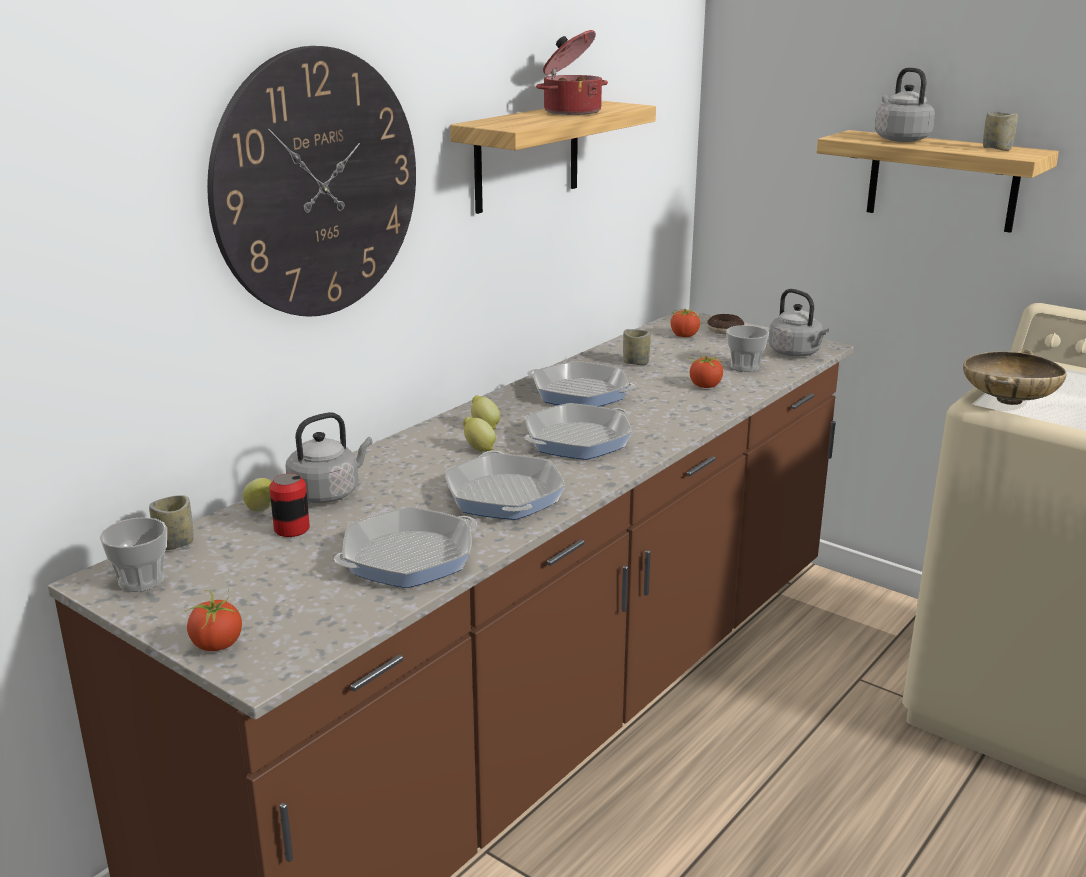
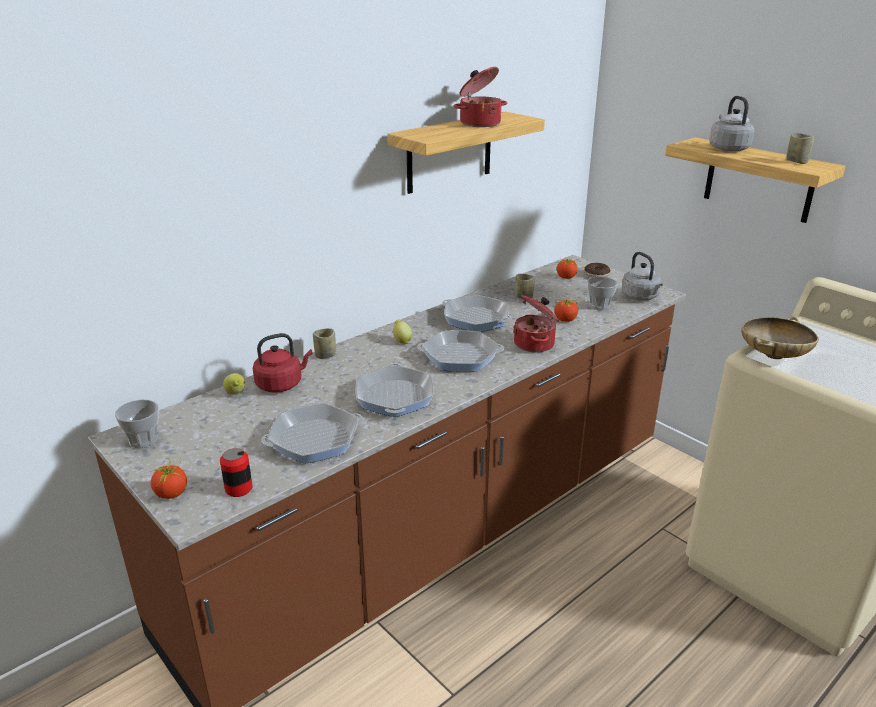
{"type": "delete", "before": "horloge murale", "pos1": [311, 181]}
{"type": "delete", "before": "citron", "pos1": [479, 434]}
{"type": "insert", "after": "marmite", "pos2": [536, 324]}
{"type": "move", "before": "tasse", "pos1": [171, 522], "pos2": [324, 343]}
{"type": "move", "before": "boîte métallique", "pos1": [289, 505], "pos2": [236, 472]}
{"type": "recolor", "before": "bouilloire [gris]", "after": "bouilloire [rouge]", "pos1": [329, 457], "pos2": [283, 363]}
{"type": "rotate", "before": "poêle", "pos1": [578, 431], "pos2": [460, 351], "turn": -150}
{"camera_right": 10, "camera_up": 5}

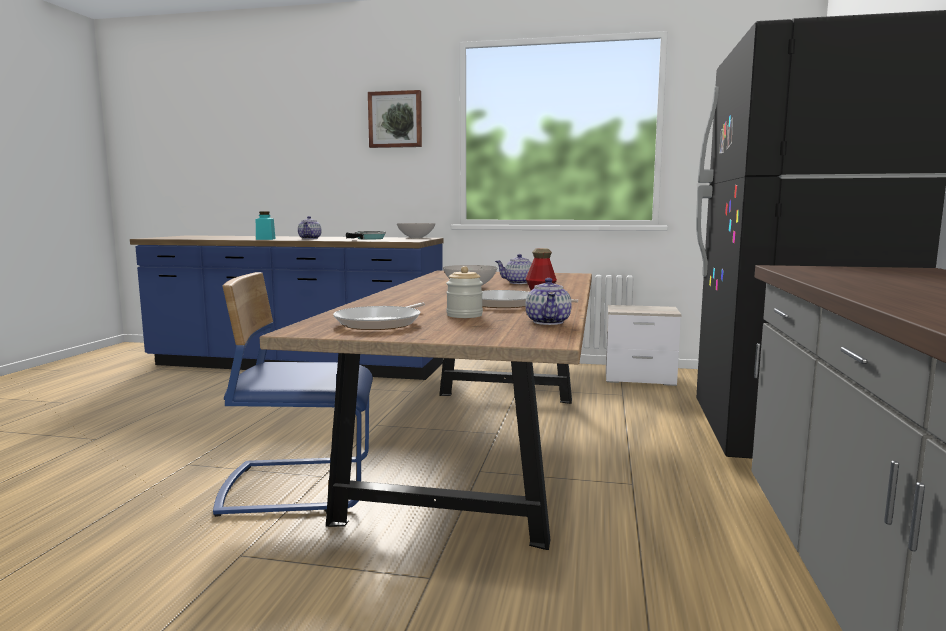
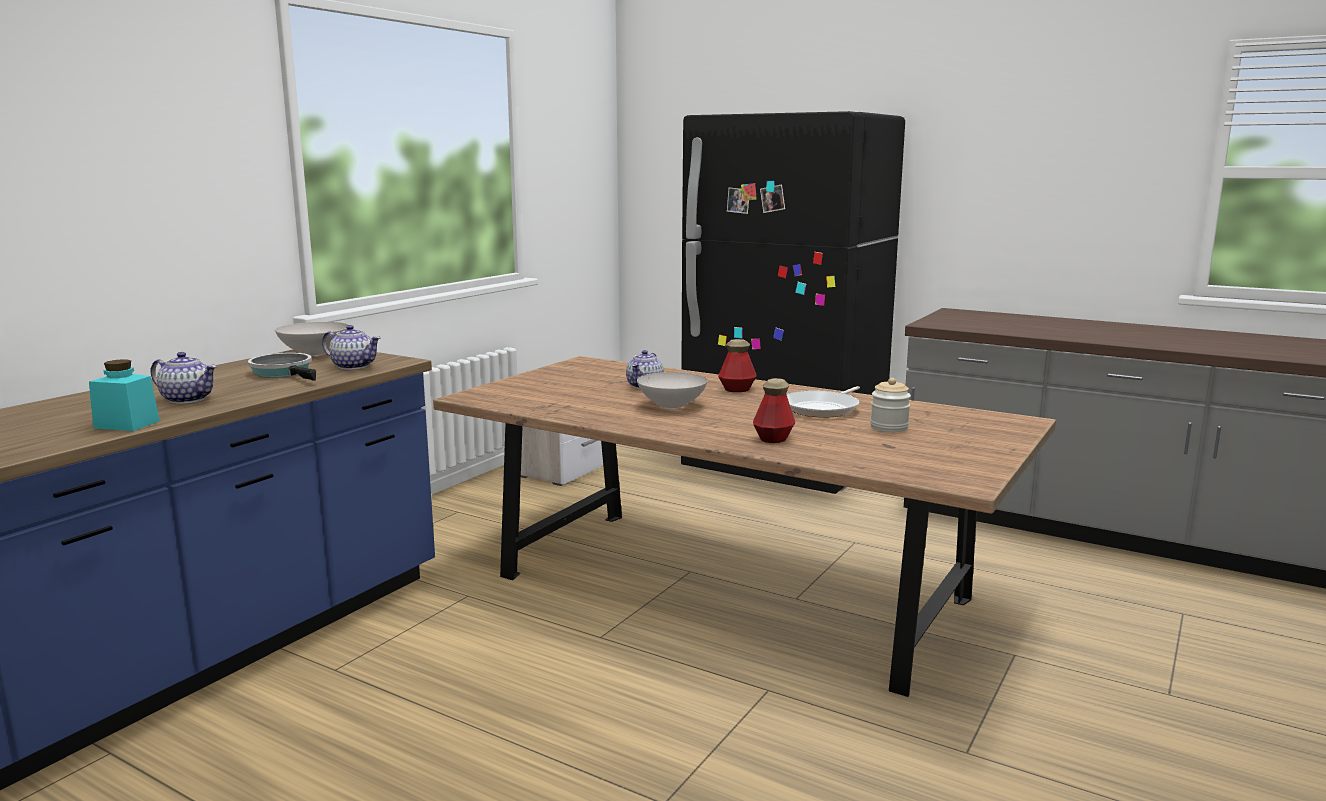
{"type": "delete", "before": "chaise [bleu]", "pos1": [293, 394]}
{"type": "delete", "before": "poêle", "pos1": [379, 316]}
{"type": "delete", "before": "tableau", "pos1": [395, 119]}
{"type": "insert", "after": "bouteille", "pos2": [774, 410]}
{"type": "move", "before": "théière", "pos1": [548, 301], "pos2": [351, 347]}
{"camera_right": -70, "camera_up": 5}

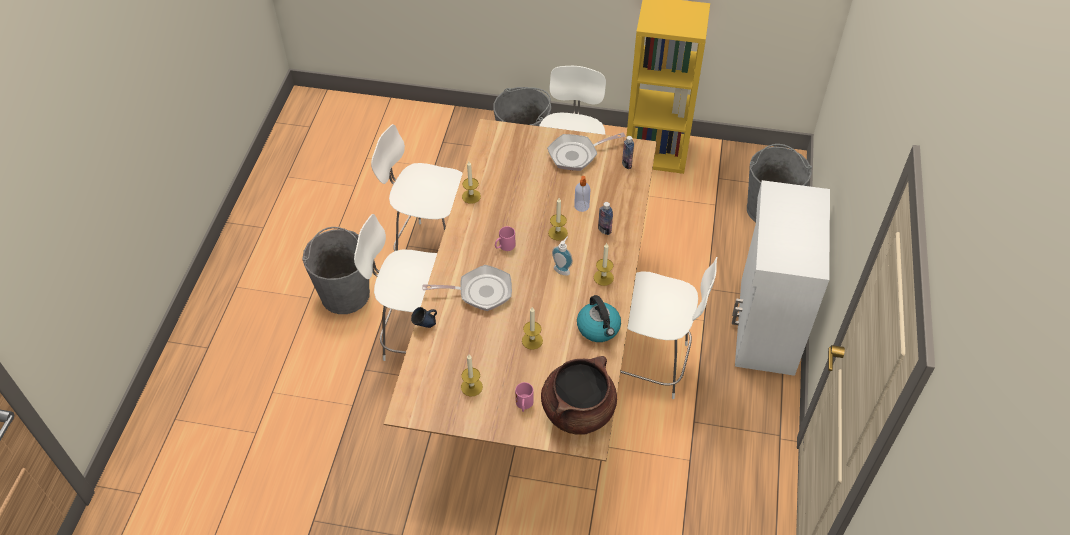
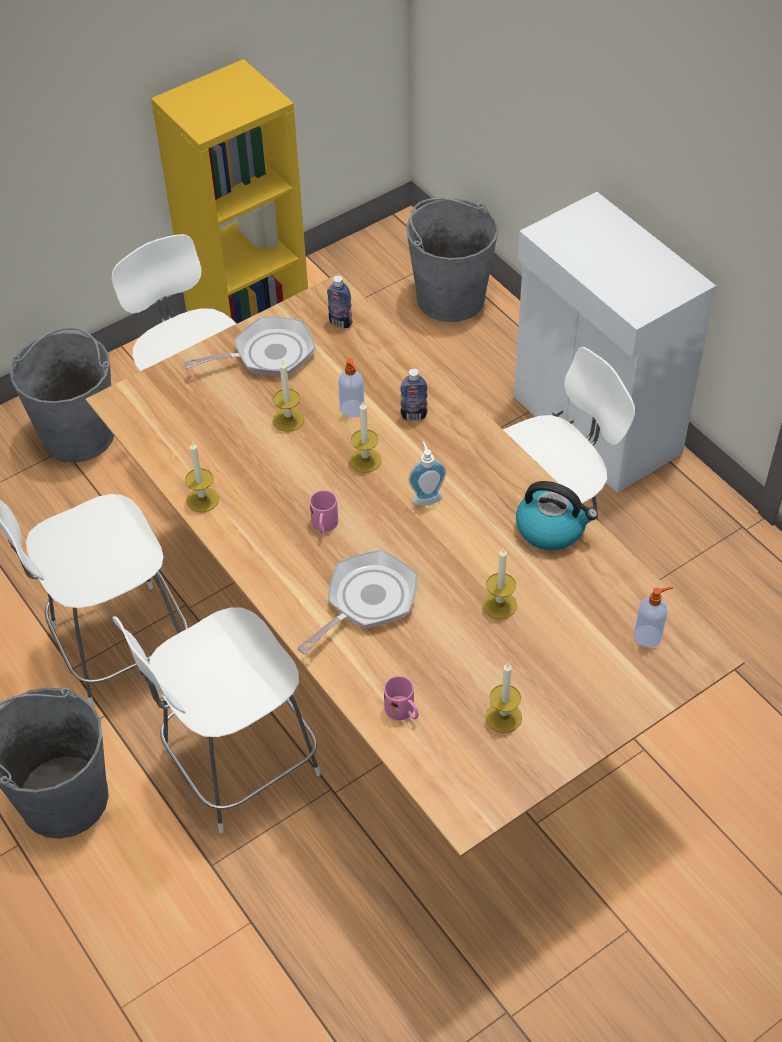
{"type": "delete", "before": "mug [bleu]", "pos1": [424, 317]}
{"type": "move", "before": "mug [rose]", "pos1": [524, 397], "pos2": [401, 698]}
{"type": "move", "before": "bougie", "pos1": [604, 264], "pos2": [288, 396]}
{"type": "replace", "before": "marmite [marron]", "after": "distributeur de savon", "pos1": [579, 395], "pos2": [653, 617]}
{"type": "rotate", "before": "poêle", "pos1": [586, 151], "pos2": [250, 346], "turn": -135}
{"camera_right": -45, "camera_up": 0}

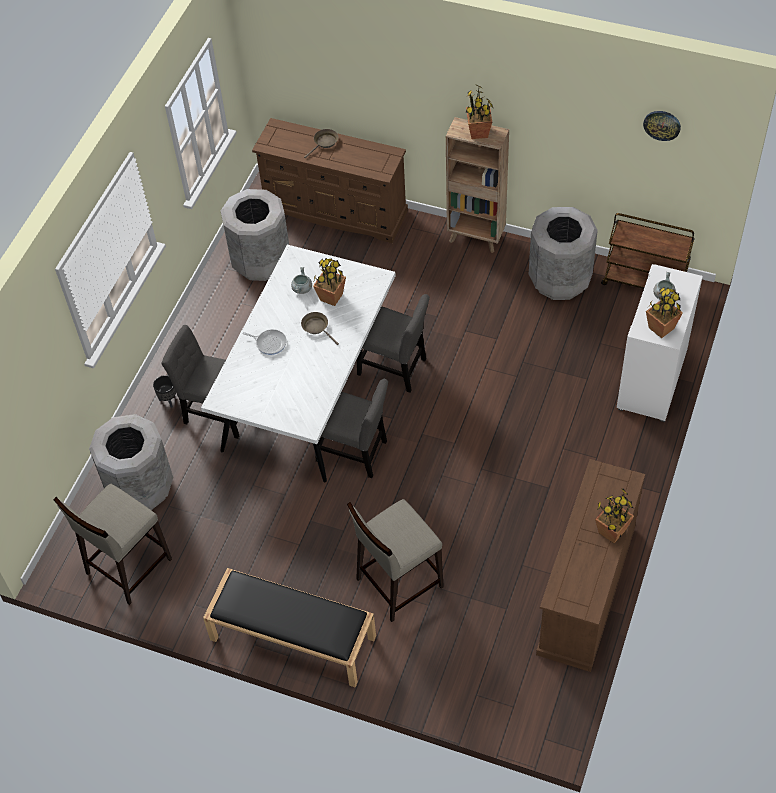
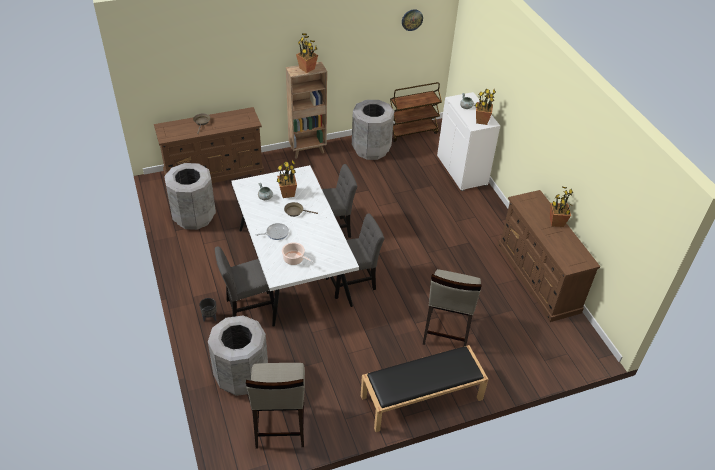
{"type": "insert", "after": "marmite", "pos2": [297, 253]}
{"camera_right": -45, "camera_up": -10}

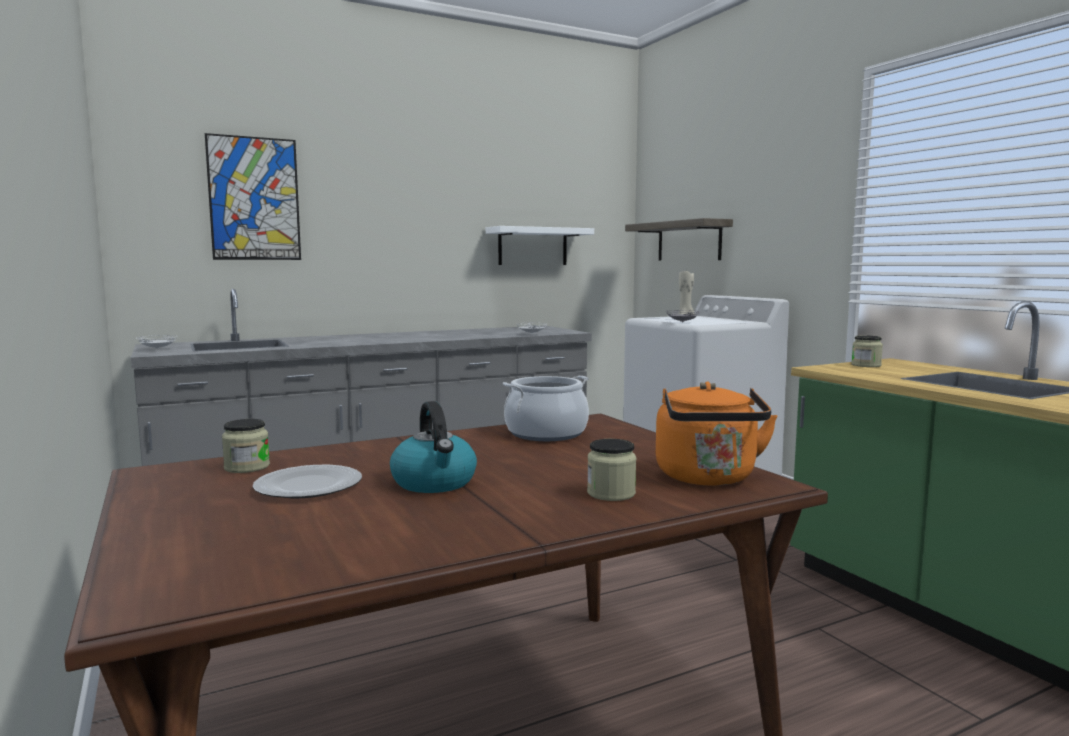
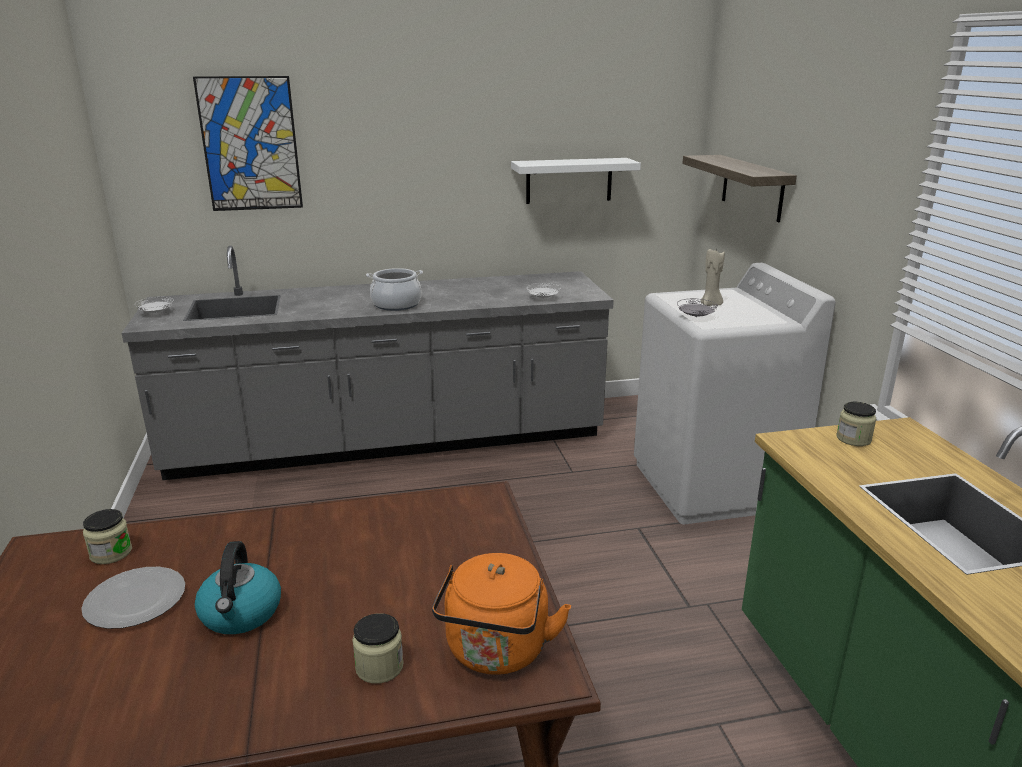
{"type": "move", "before": "marmite", "pos1": [546, 408], "pos2": [394, 289]}
{"camera_right": 15, "camera_up": 15}

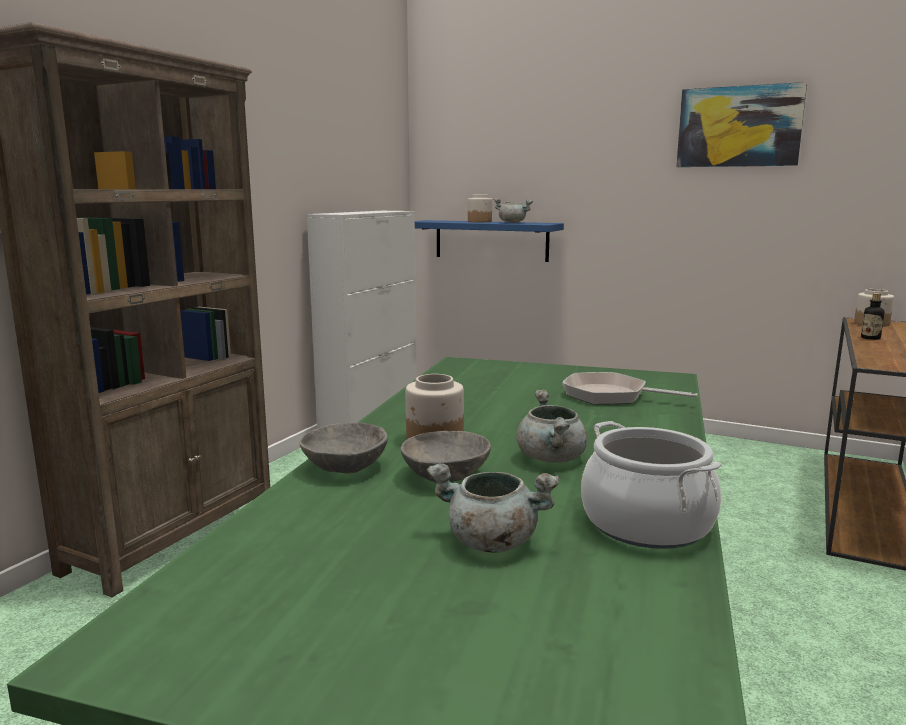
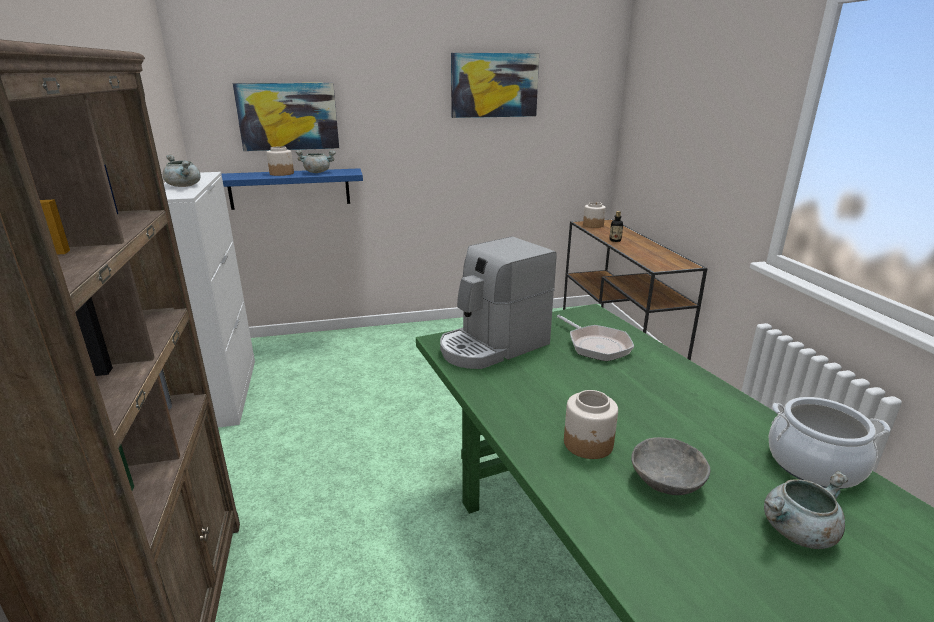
{"type": "delete", "before": "bol [gris]", "pos1": [343, 448]}
{"type": "insert", "after": "tableau", "pos2": [285, 117]}
{"type": "insert", "after": "machine à café", "pos2": [498, 303]}
{"type": "move", "before": "marmite [gris]", "pos1": [552, 426], "pos2": [181, 171]}
{"type": "rotate", "before": "poêle", "pos1": [630, 388], "pos2": [595, 338], "turn": -105}
{"camera_right": -40, "camera_up": 10}

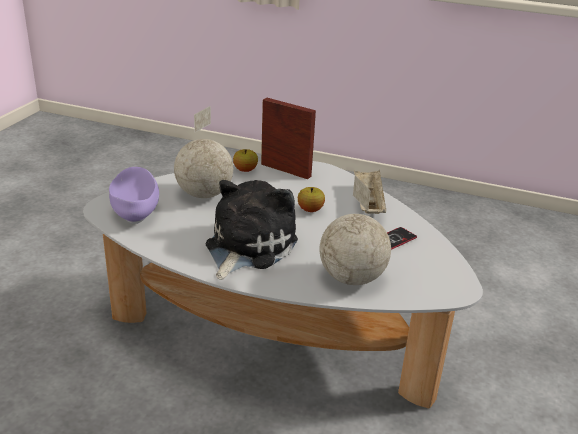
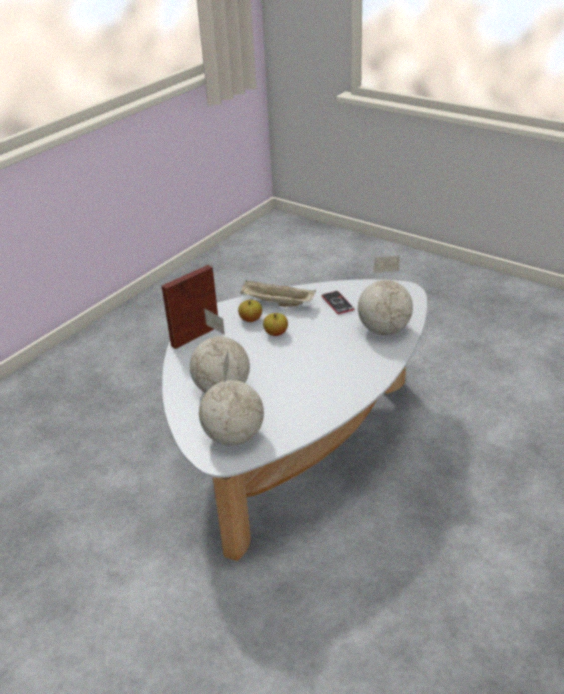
{"type": "delete", "before": "peluche", "pos1": [252, 230]}
{"type": "move", "before": "pomme", "pos1": [245, 160], "pos2": [250, 311]}
{"type": "replace", "before": "bol [violet]", "after": "globe", "pos1": [134, 195], "pos2": [231, 397]}
{"camera_right": -70, "camera_up": 5}

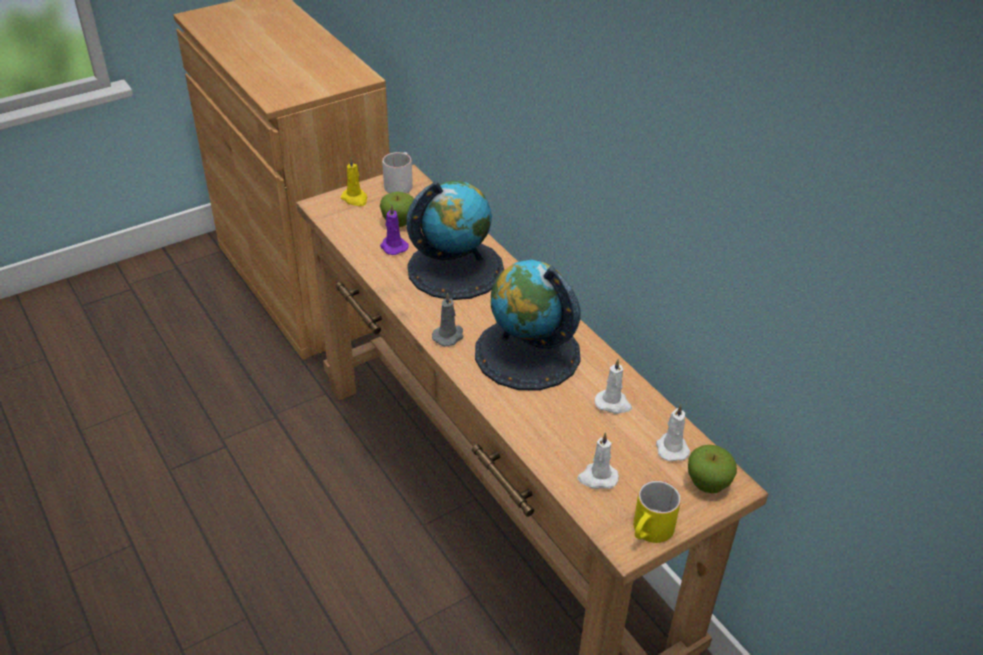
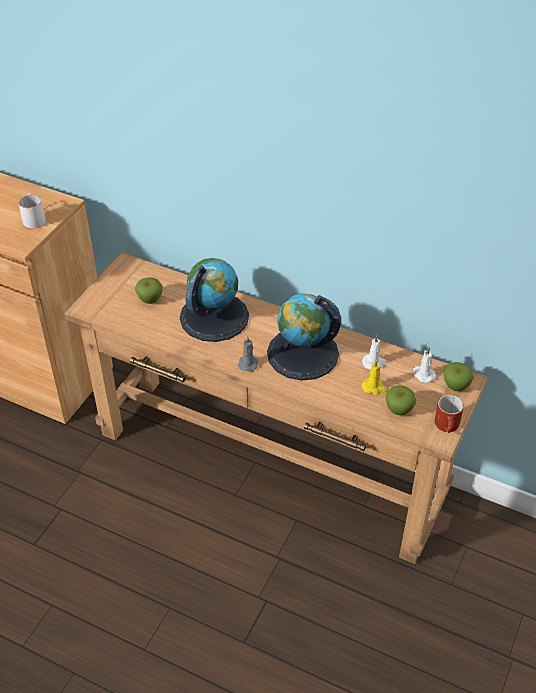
{"type": "delete", "before": "bougie [violet]", "pos1": [394, 229]}
{"type": "move", "before": "bougie [jaune]", "pos1": [354, 181], "pos2": [374, 377]}
{"type": "move", "before": "mug [blanc]", "pos1": [397, 172], "pos2": [32, 211]}
{"type": "replace", "before": "bougie [blanc]", "after": "pomme", "pos1": [598, 461], "pos2": [401, 400]}
{"type": "recolor", "before": "mug [jaune]", "after": "mug [rouge]", "pos1": [657, 512], "pos2": [449, 414]}
{"camera_right": -30, "camera_up": 5}

